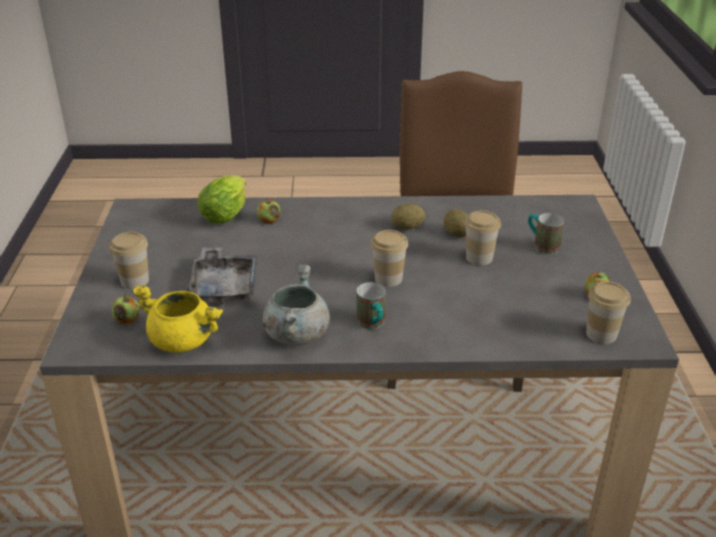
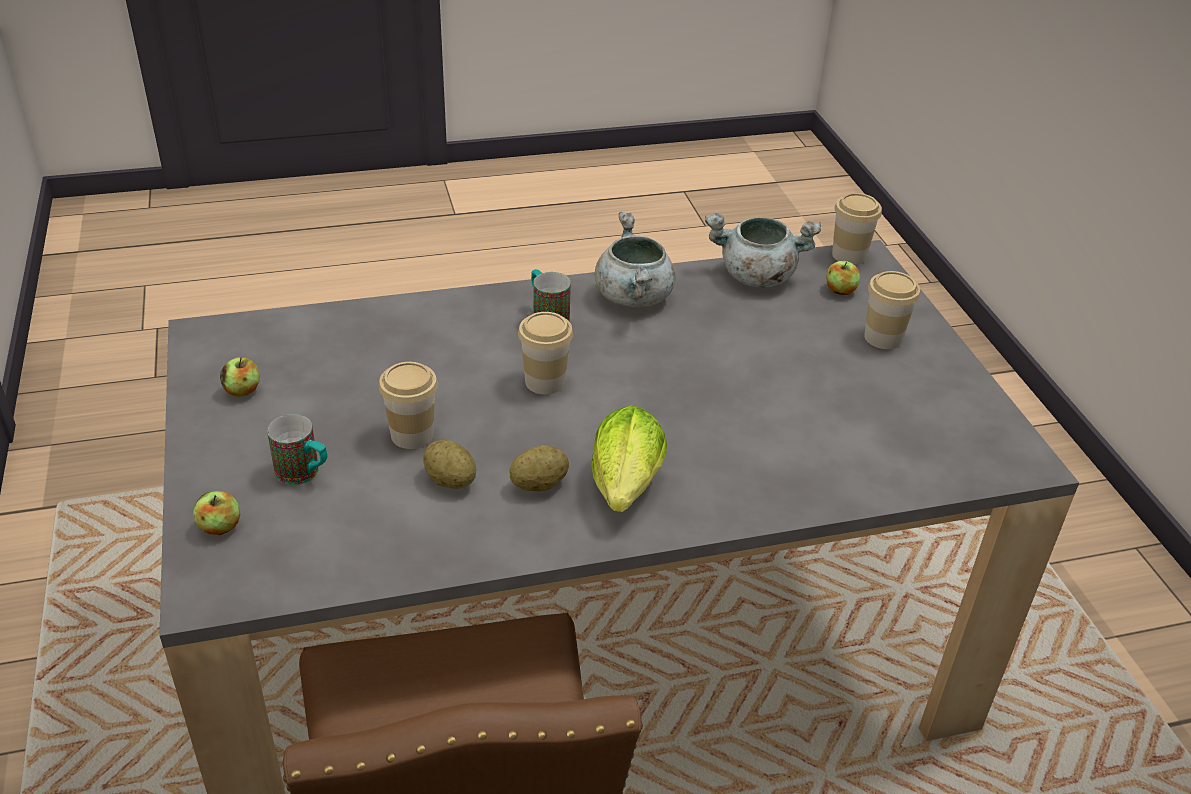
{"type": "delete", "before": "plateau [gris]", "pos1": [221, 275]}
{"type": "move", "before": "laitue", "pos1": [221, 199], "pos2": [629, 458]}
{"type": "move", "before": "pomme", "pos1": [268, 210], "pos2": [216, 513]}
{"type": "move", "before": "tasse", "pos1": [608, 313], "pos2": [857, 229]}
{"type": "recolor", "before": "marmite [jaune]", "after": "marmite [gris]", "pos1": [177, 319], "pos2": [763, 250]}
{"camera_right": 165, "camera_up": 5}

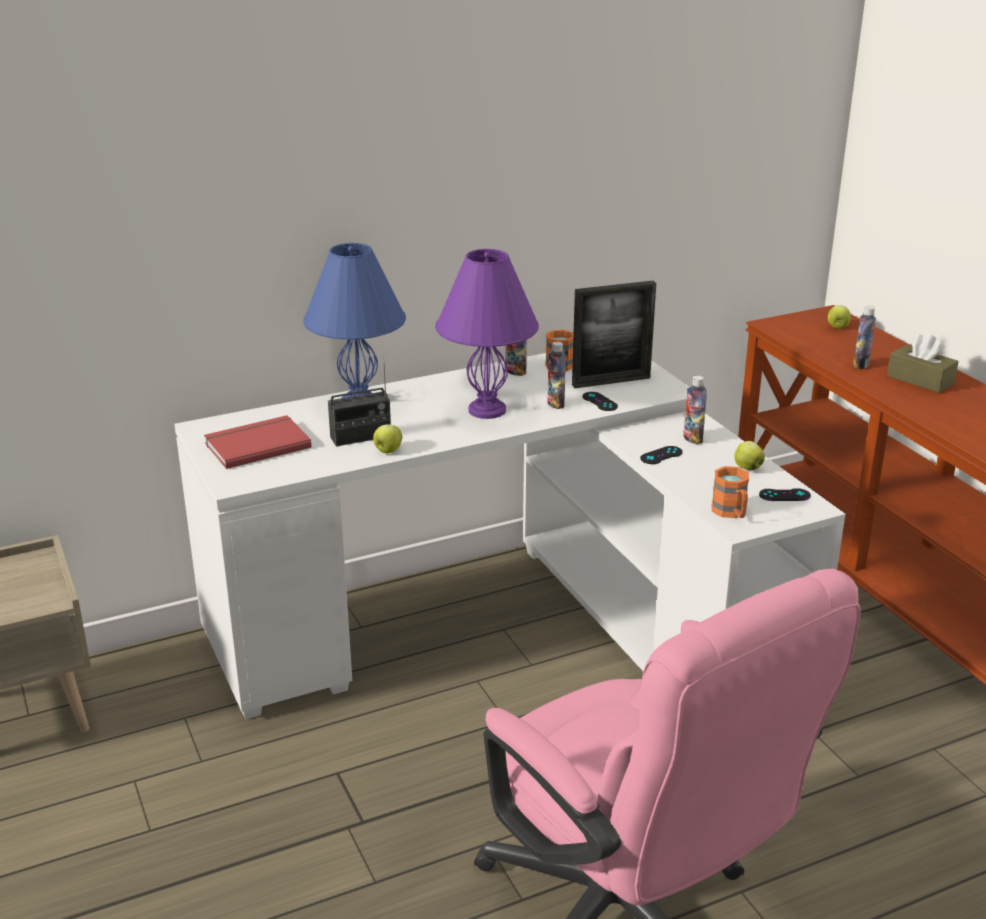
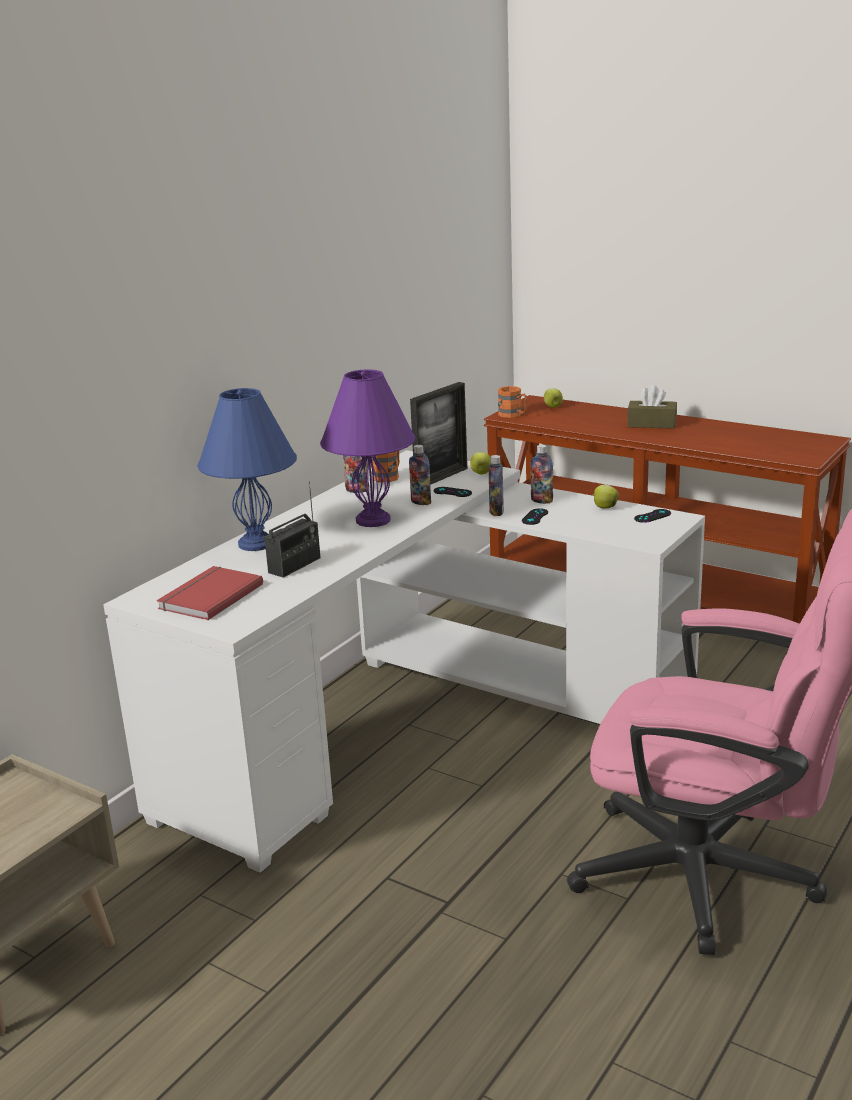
{"type": "move", "before": "pomme", "pos1": [387, 438], "pos2": [480, 463]}
{"type": "move", "before": "mug [orange]", "pos1": [730, 492], "pos2": [513, 402]}
{"type": "move", "before": "bouteille", "pos1": [864, 337], "pos2": [496, 485]}
{"camera_right": -30, "camera_up": -5}

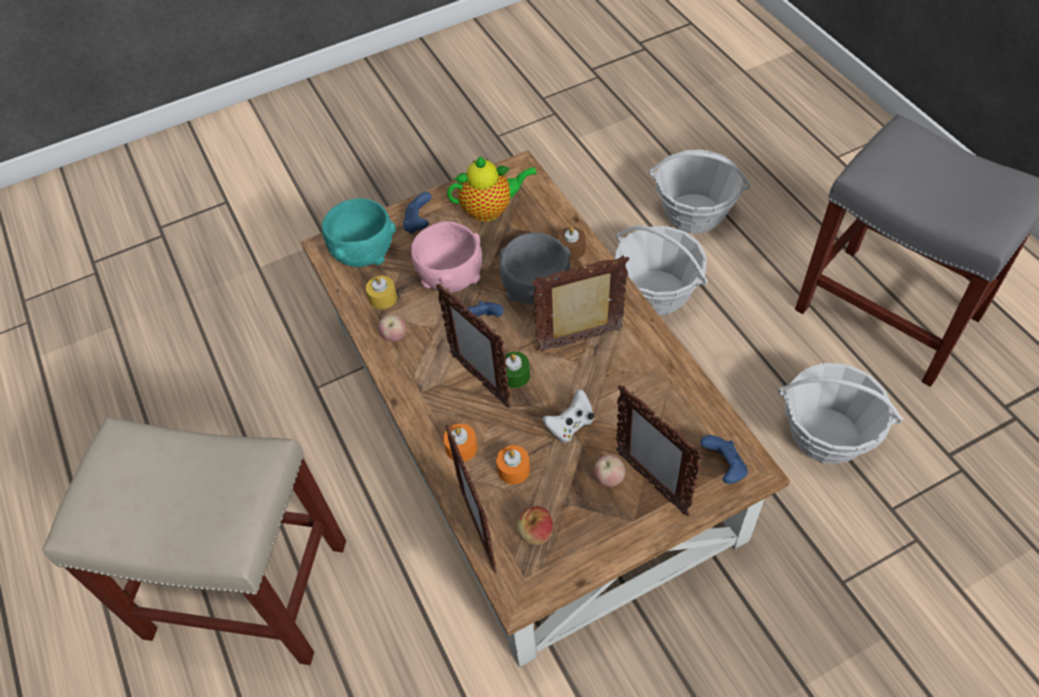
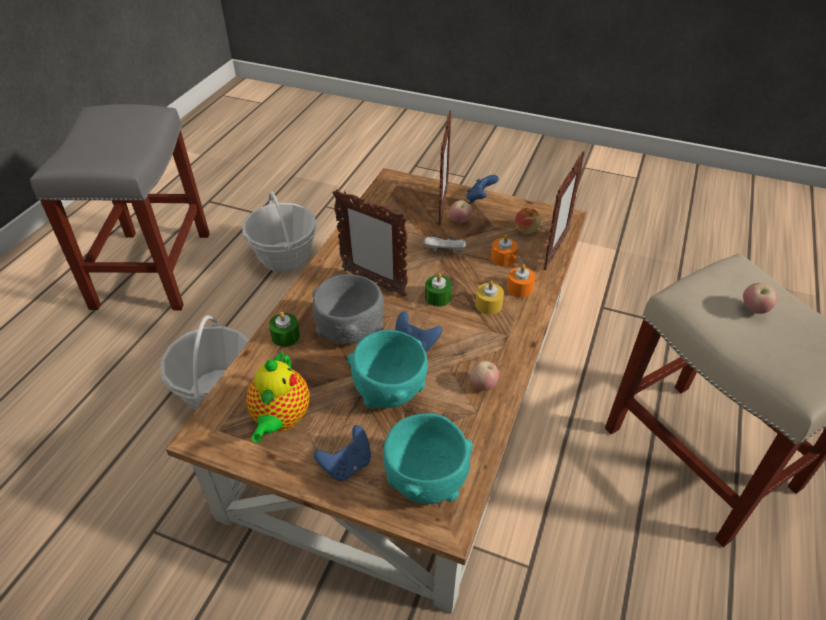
{"type": "delete", "before": "cadre photo", "pos1": [473, 346]}
{"type": "delete", "before": "panier", "pos1": [699, 192]}
{"type": "insert", "after": "pomme", "pos2": [760, 298]}
{"type": "move", "before": "bougie [jaune]", "pos1": [381, 292], "pos2": [489, 298]}
{"type": "move", "before": "manette [bleu]", "pos1": [724, 459], "pos2": [482, 189]}
{"type": "recolor", "before": "bol [rose]", "after": "bol [turquoise]", "pos1": [446, 257], "pos2": [387, 369]}
{"type": "recolor", "before": "bougie [marron]", "after": "bougie [vert]", "pos1": [572, 243], "pos2": [284, 329]}
{"type": "rotate", "before": "théière", "pos1": [492, 189], "pos2": [278, 397], "turn": -120}
{"camera_right": -135, "camera_up": -10}

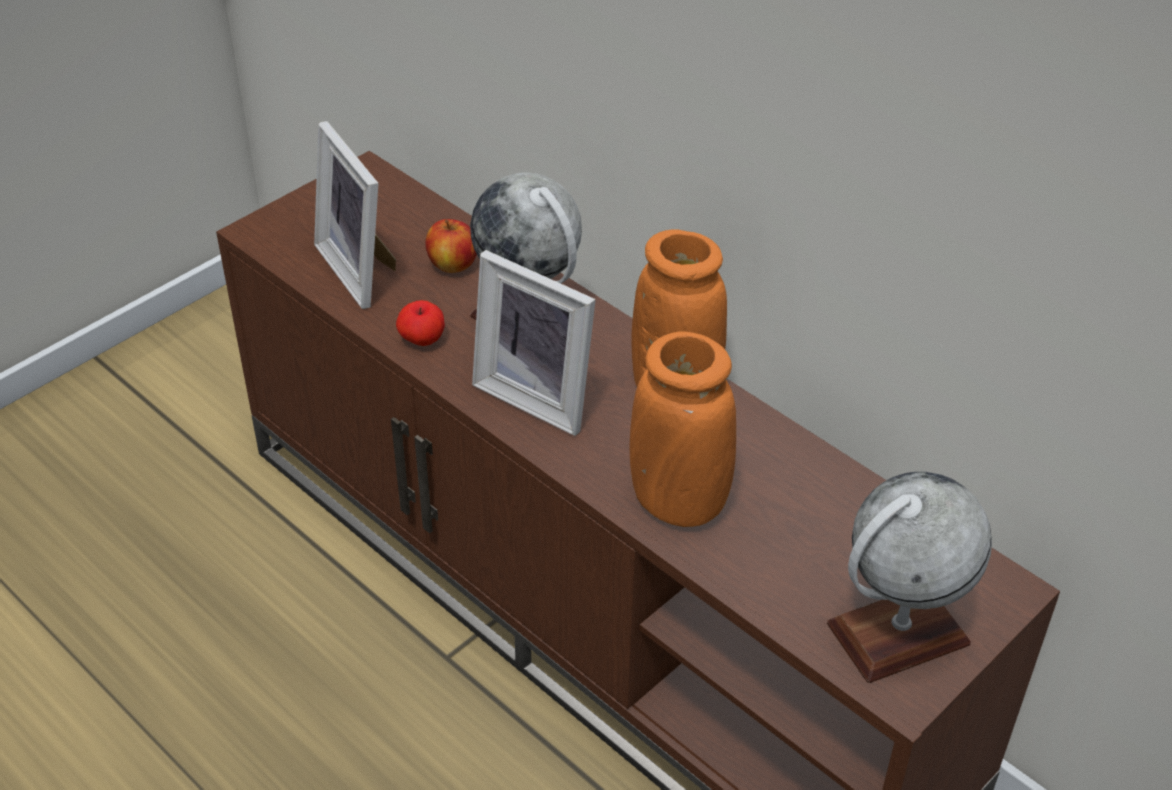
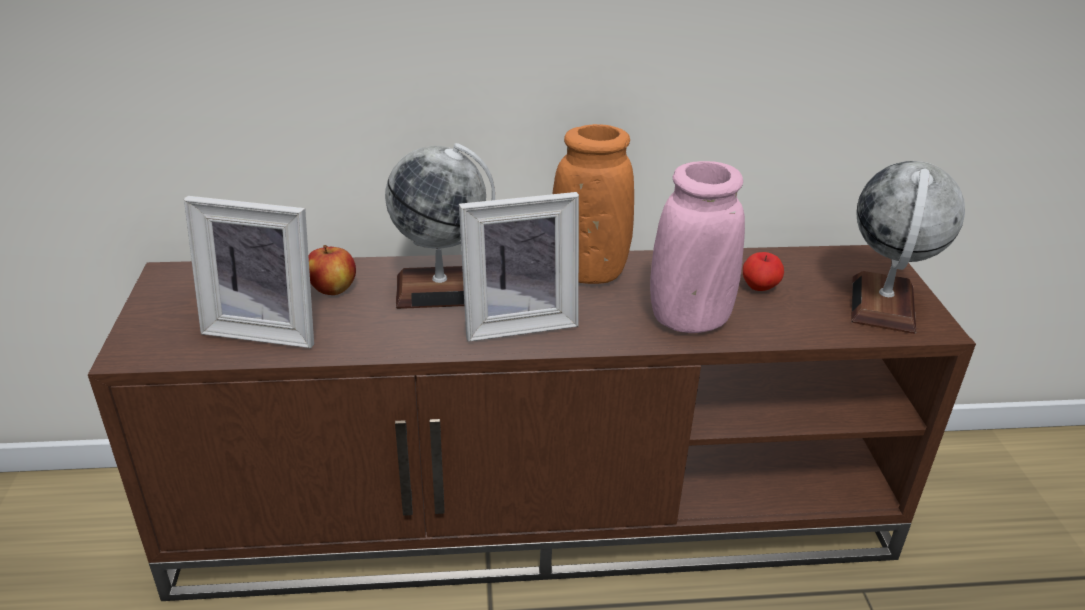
{"type": "move", "before": "pomme", "pos1": [420, 323], "pos2": [763, 271]}
{"type": "recolor", "before": "vase [orange]", "after": "vase [rose]", "pos1": [683, 429], "pos2": [697, 247]}
{"camera_right": -50, "camera_up": -10}

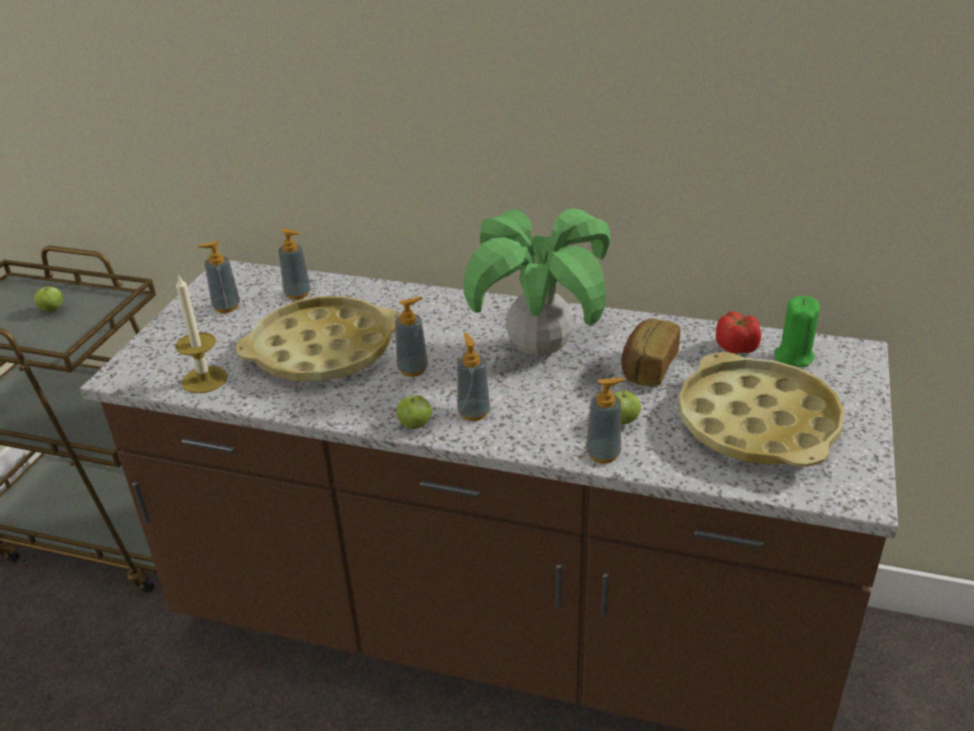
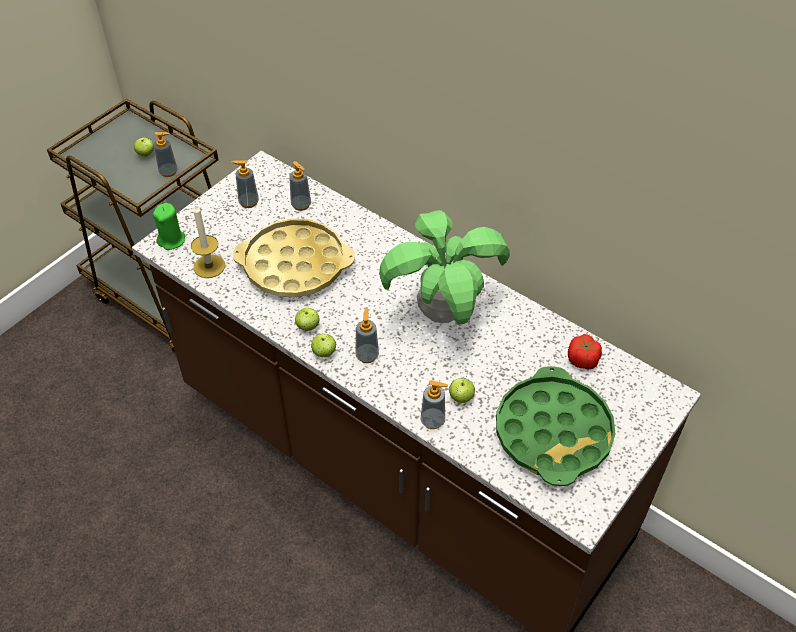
{"type": "delete", "before": "pain", "pos1": [650, 352]}
{"type": "insert", "after": "pomme", "pos2": [307, 319]}
{"type": "move", "before": "distributeur de savon", "pos1": [411, 337], "pos2": [165, 154]}
{"type": "move", "before": "bougie [vert]", "pos1": [797, 331], "pos2": [169, 226]}
{"type": "recolor", "before": "plateau [jaune]", "after": "plateau [vert]", "pos1": [761, 409], "pos2": [556, 426]}
{"camera_right": 20, "camera_up": 15}

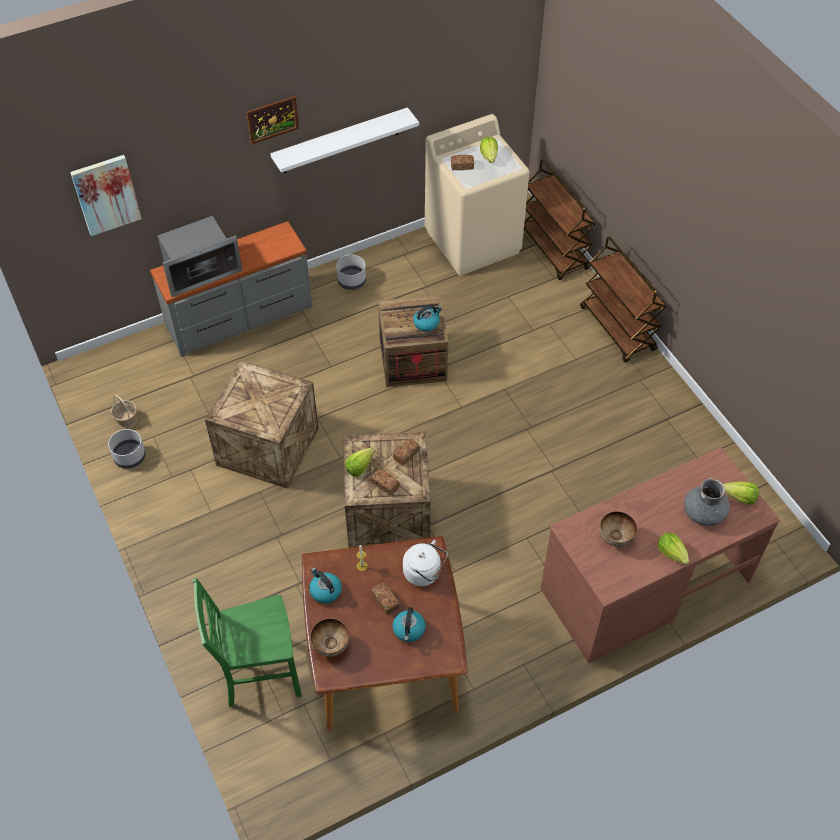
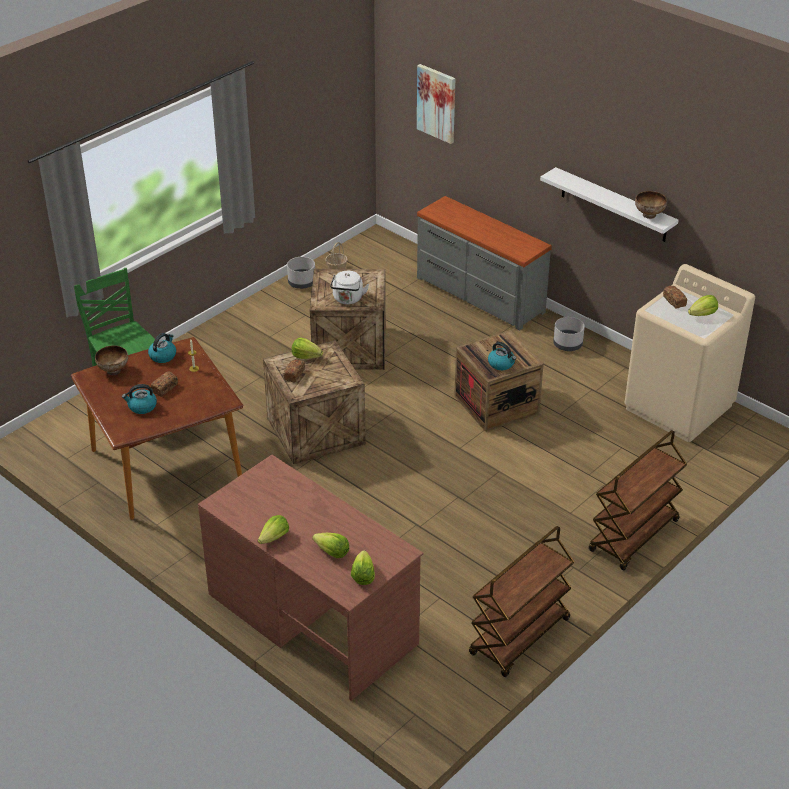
{"type": "delete", "before": "micro-ondes", "pos1": [200, 256]}
{"type": "delete", "before": "tableau", "pos1": [272, 120]}
{"type": "delete", "before": "pain", "pos1": [406, 452]}
{"type": "move", "before": "bouilloire [blanc]", "pos1": [425, 563], "pos2": [349, 287]}
{"type": "move", "before": "chariot [marron]", "pos1": [560, 219], "pos2": [521, 601]}
{"type": "move", "before": "bol", "pos1": [618, 529], "pos2": [651, 205]}
{"type": "replace", "before": "vase [gris]", "after": "laitue", "pos1": [707, 502], "pos2": [331, 545]}
{"camera_right": 70, "camera_up": -15}

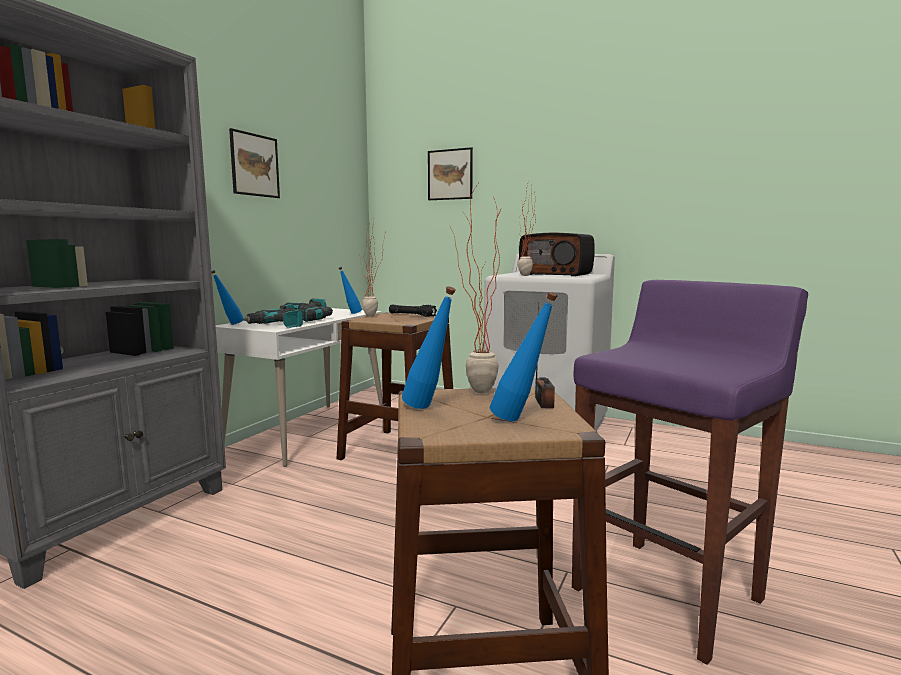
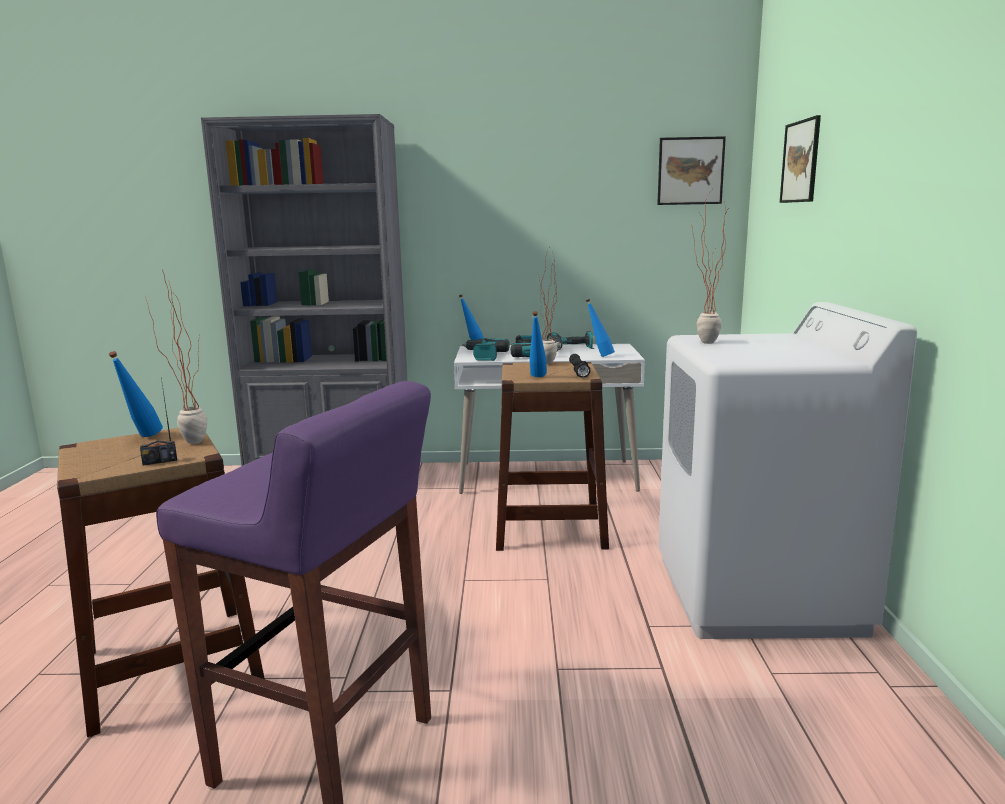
{"type": "delete", "before": "radio", "pos1": [557, 254]}
{"type": "move", "before": "tableau", "pos1": [254, 163], "pos2": [691, 170]}
{"type": "move", "before": "bouteille [bleu]", "pos1": [524, 356], "pos2": [538, 344]}
{"camera_right": 65, "camera_up": 5}

